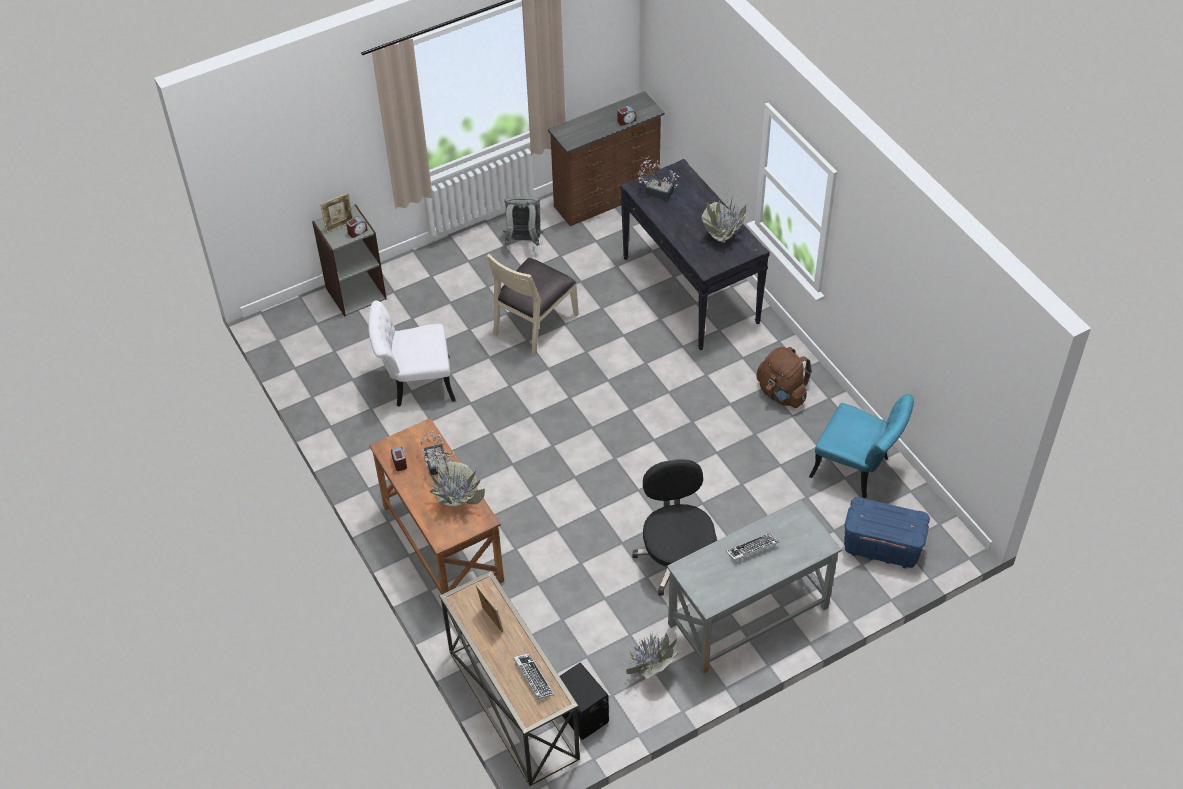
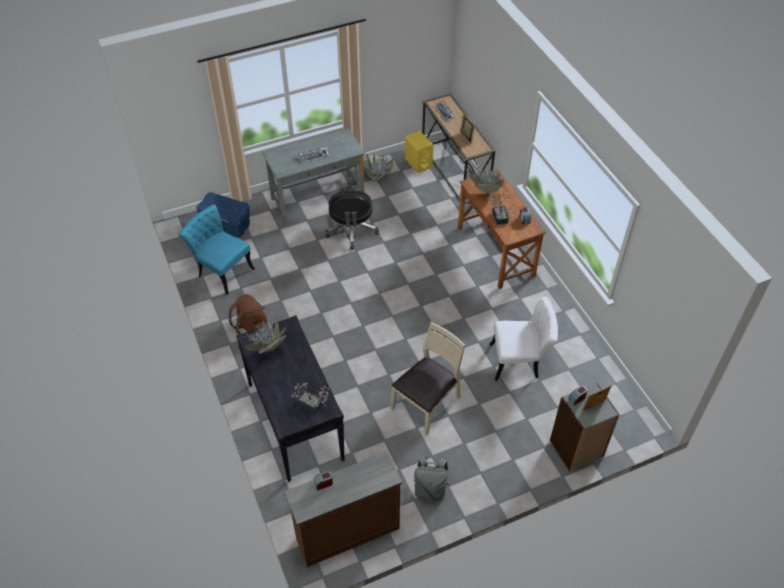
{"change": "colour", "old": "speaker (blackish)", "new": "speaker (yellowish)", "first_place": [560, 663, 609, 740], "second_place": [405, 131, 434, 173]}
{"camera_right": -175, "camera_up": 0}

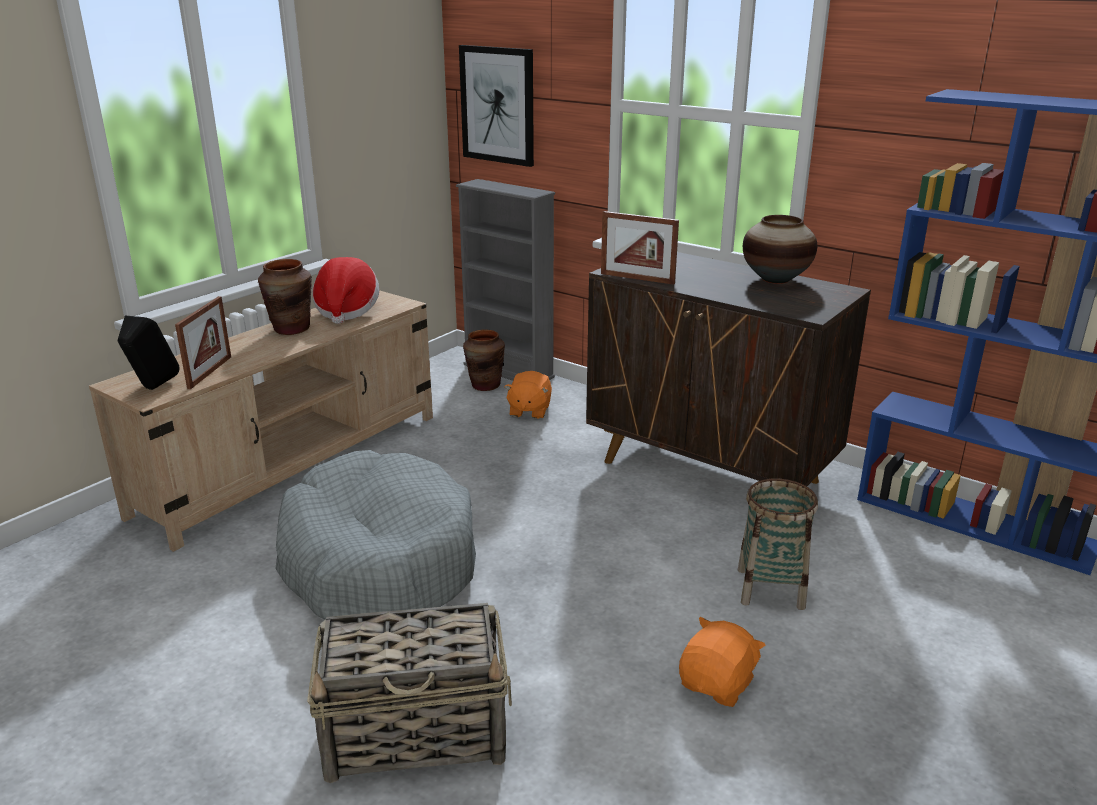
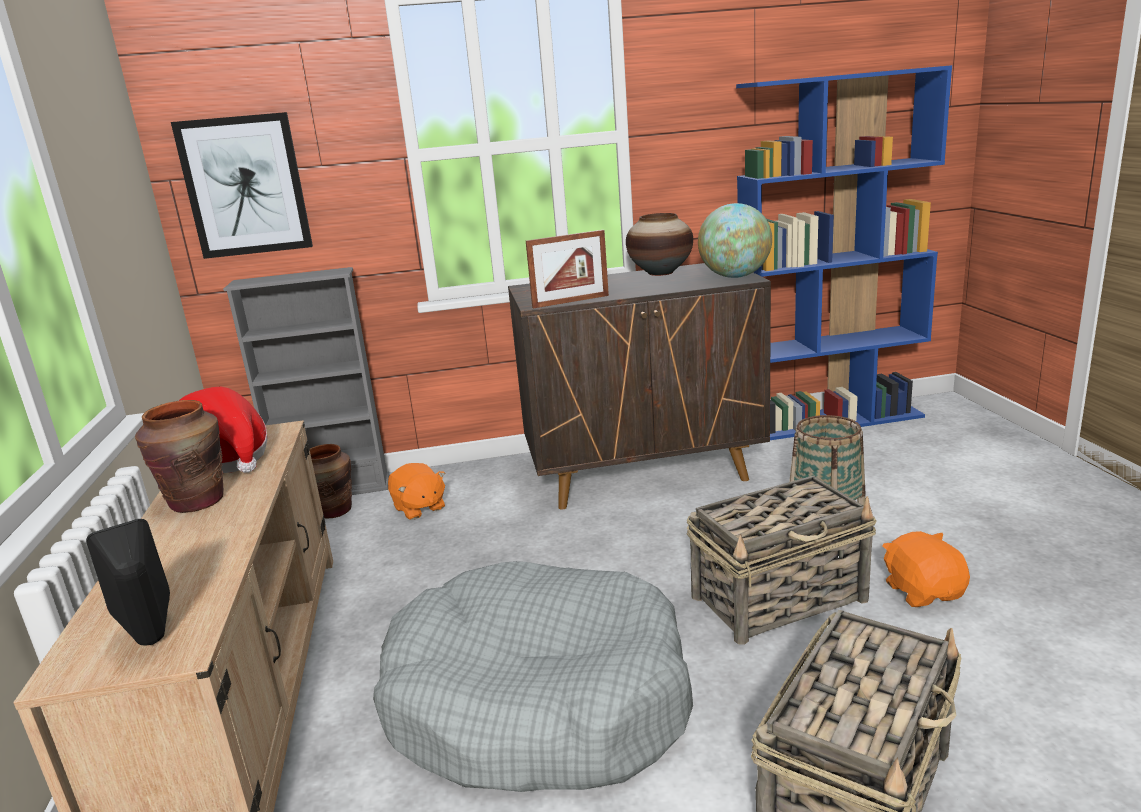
{"change": "missing", "old": "standing frame", "first_place": [175, 296, 231, 389]}
{"change": "appeared", "new": "desk globe", "second_place": [698, 203, 772, 278]}
{"change": "appeared", "new": "basket", "second_place": [687, 475, 876, 645]}
{"camera_right": -45, "camera_up": -5}

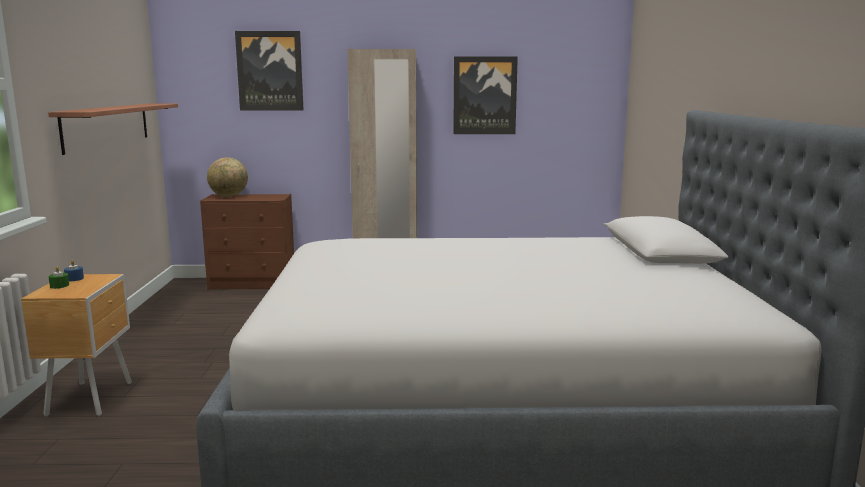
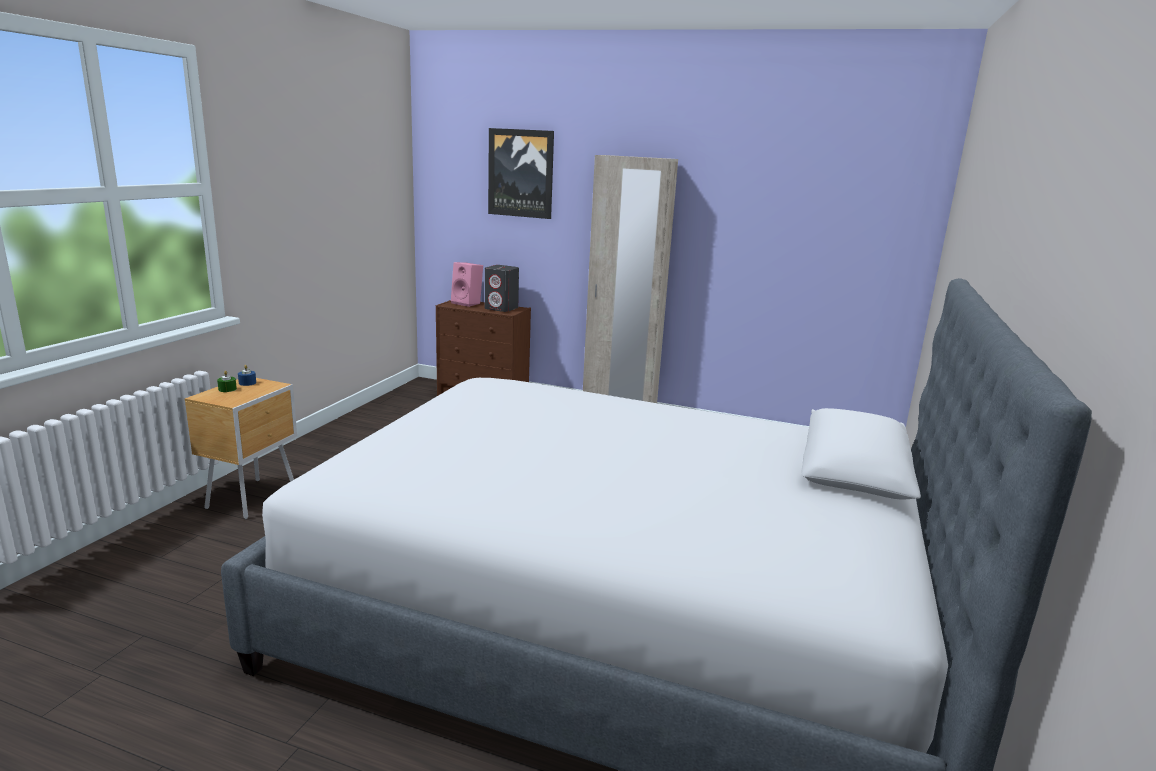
{"change": "missing", "old": "wall art", "first_place": [453, 56, 518, 134]}
{"change": "missing", "old": "shelf", "first_place": [48, 104, 178, 155]}
{"change": "exchanged", "old": "desk globe", "new": "speaker (pink-coloured)", "first_place": [207, 157, 248, 197], "second_place": [451, 262, 483, 307]}
{"change": "appeared", "new": "speaker (gray)", "second_place": [485, 265, 519, 312]}
{"camera_right": 20, "camera_up": 5}

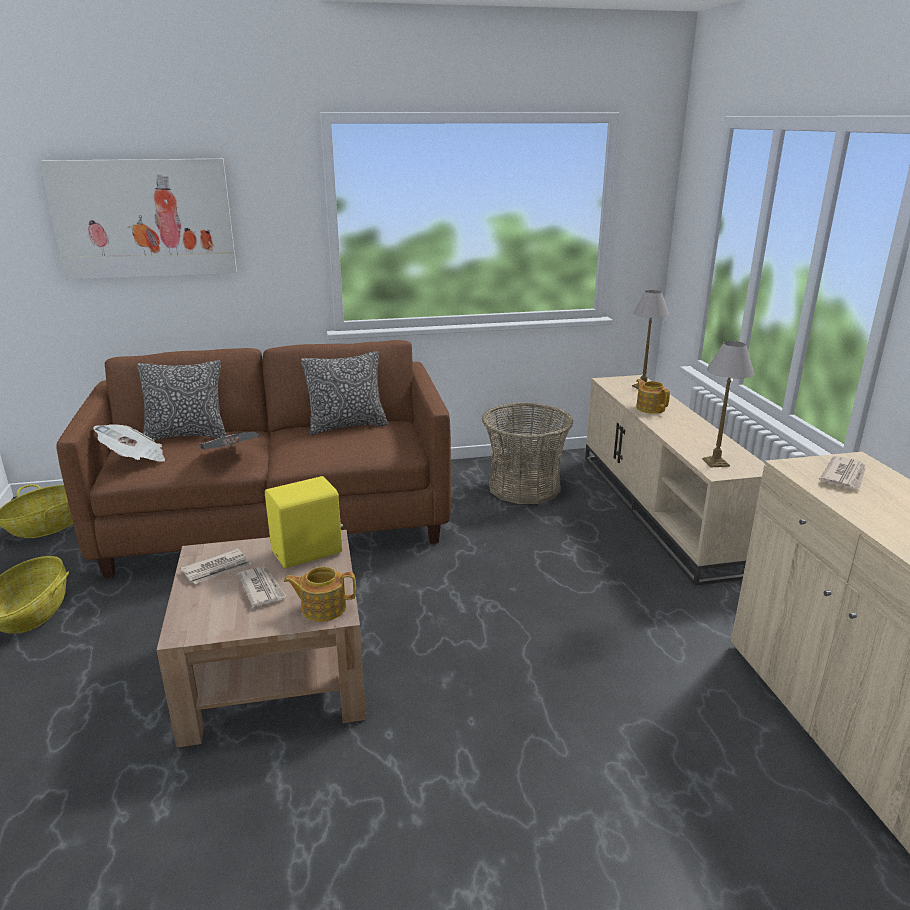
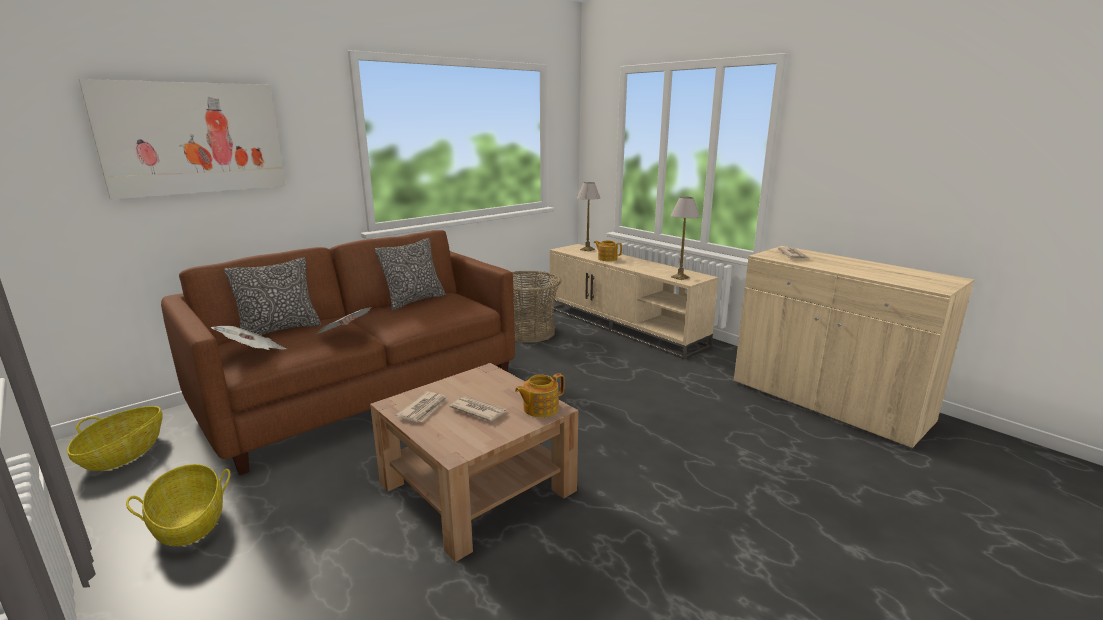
{"change": "missing", "old": "speaker (yellowish)", "first_place": [265, 476, 343, 568]}
{"camera_right": -30, "camera_up": -5}

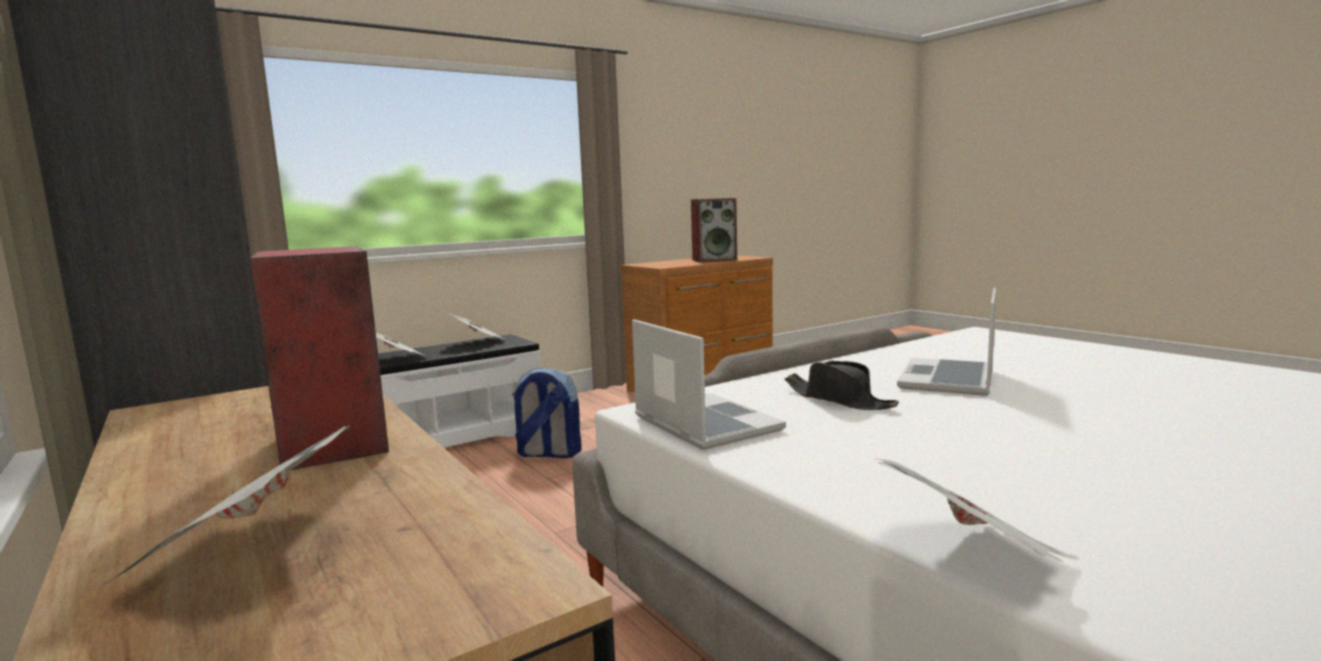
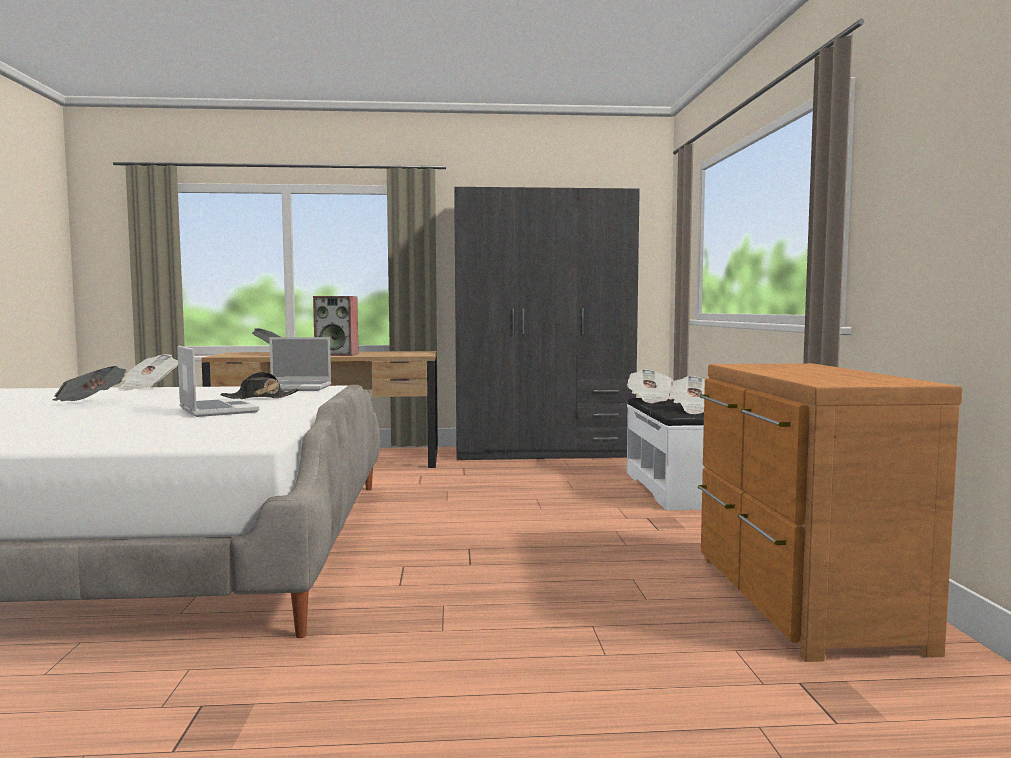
{"change": "missing", "old": "speaker", "first_place": [691, 198, 737, 262]}
{"change": "missing", "old": "backpack", "first_place": [512, 368, 582, 458]}
{"change": "appeared", "new": "printed paper", "second_place": [53, 366, 126, 401]}
{"camera_right": 120, "camera_up": -5}

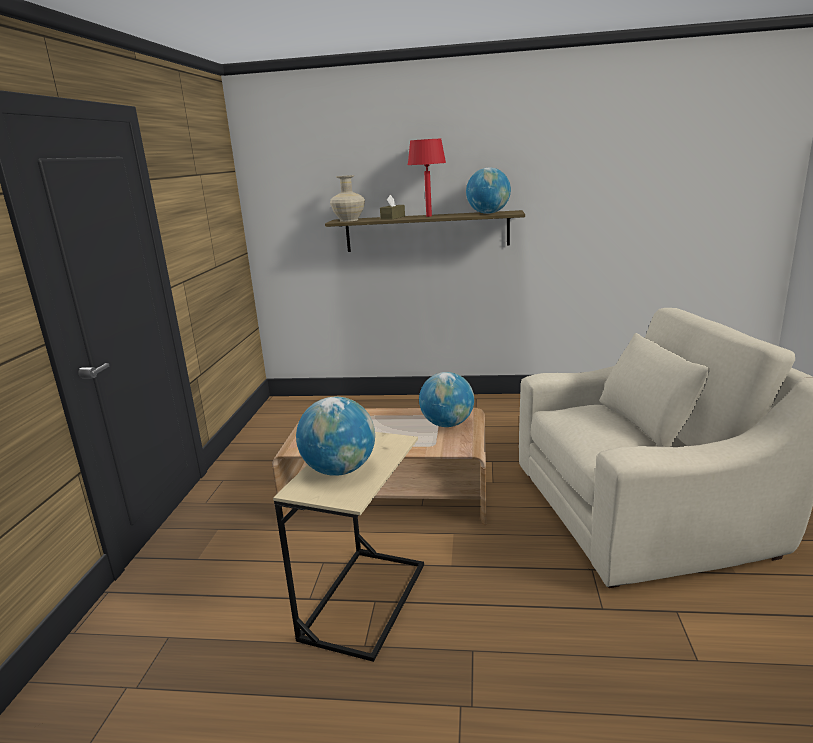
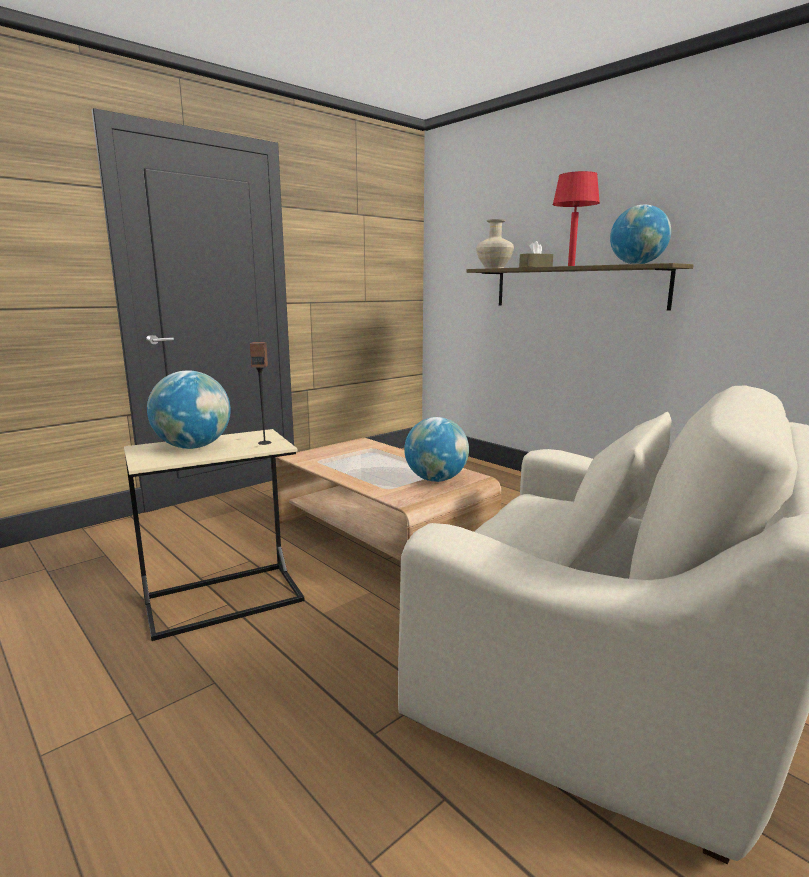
{"change": "appeared", "new": "speaker", "second_place": [250, 342, 271, 445]}
{"camera_right": 40, "camera_up": -5}

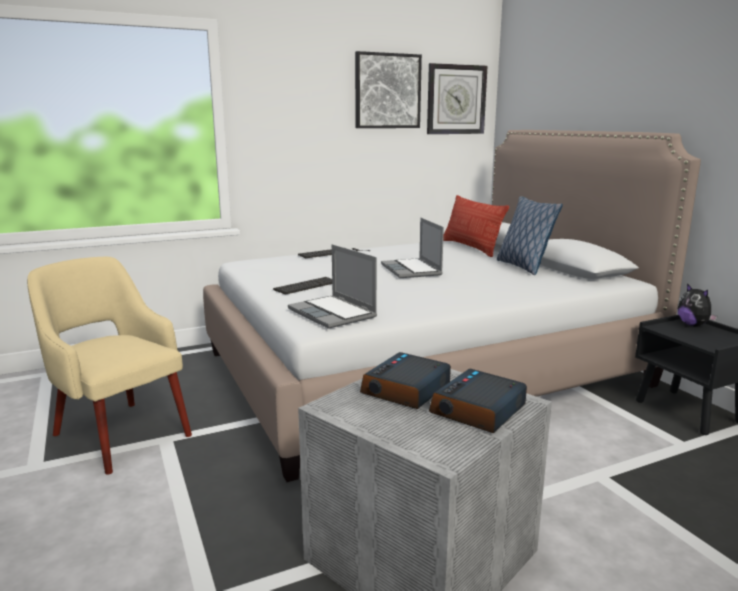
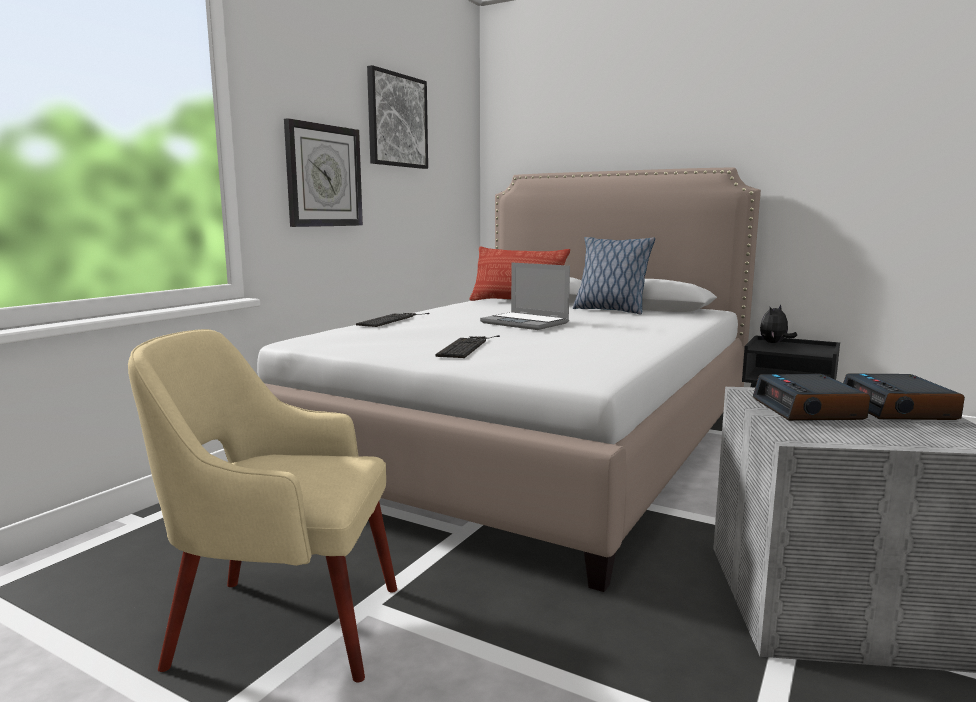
{"change": "relocated", "old": "clock on the wall", "first_place": [427, 63, 488, 134], "second_place": [284, 118, 363, 227]}
{"change": "missing", "old": "portable computer", "first_place": [288, 244, 377, 329]}
{"change": "spun", "old": "soft toy", "first_place": [678, 283, 718, 326], "second_place": [760, 304, 797, 343], "degrees": 105}
{"camera_right": -35, "camera_up": -5}

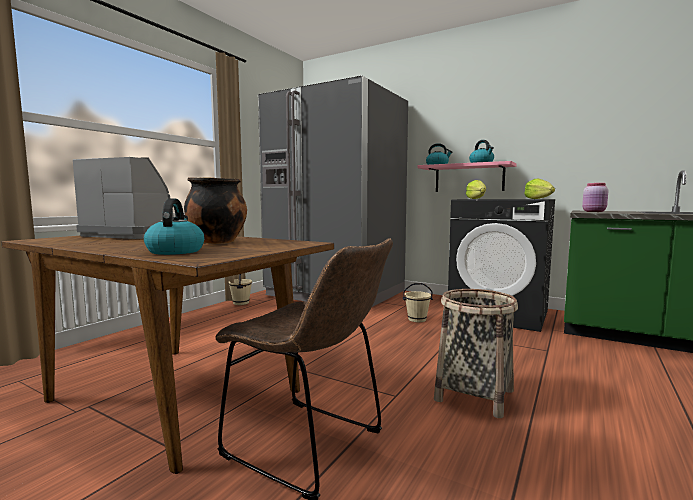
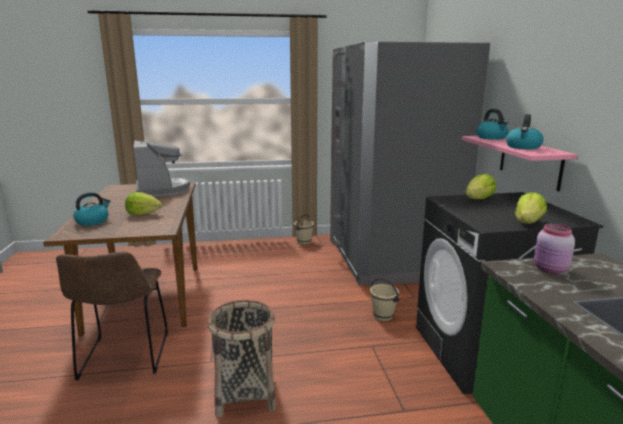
{"change": "exchanged", "old": "stockpot", "new": "lettuce", "first_place": [184, 177, 247, 244], "second_place": [125, 192, 162, 215]}
{"camera_right": 50, "camera_up": 10}

